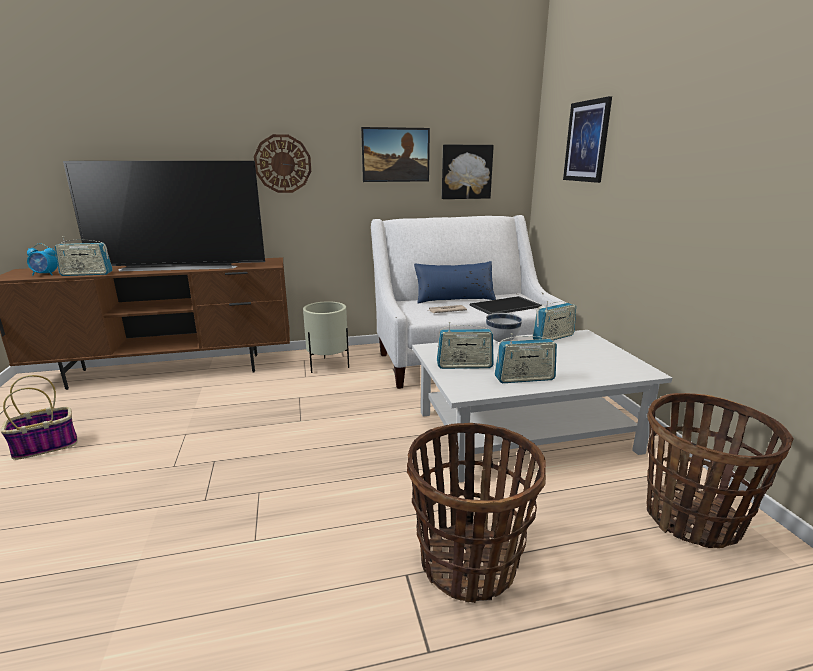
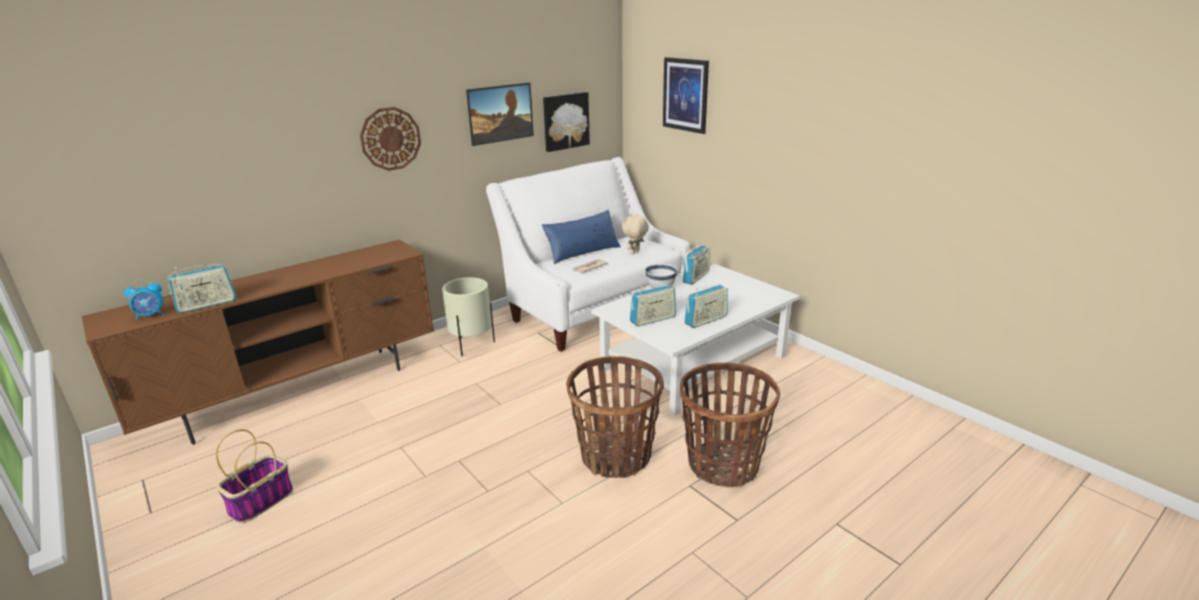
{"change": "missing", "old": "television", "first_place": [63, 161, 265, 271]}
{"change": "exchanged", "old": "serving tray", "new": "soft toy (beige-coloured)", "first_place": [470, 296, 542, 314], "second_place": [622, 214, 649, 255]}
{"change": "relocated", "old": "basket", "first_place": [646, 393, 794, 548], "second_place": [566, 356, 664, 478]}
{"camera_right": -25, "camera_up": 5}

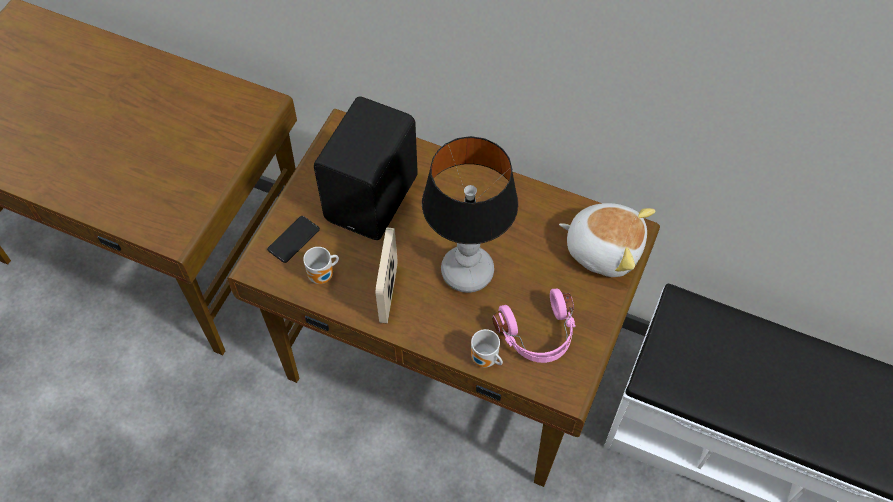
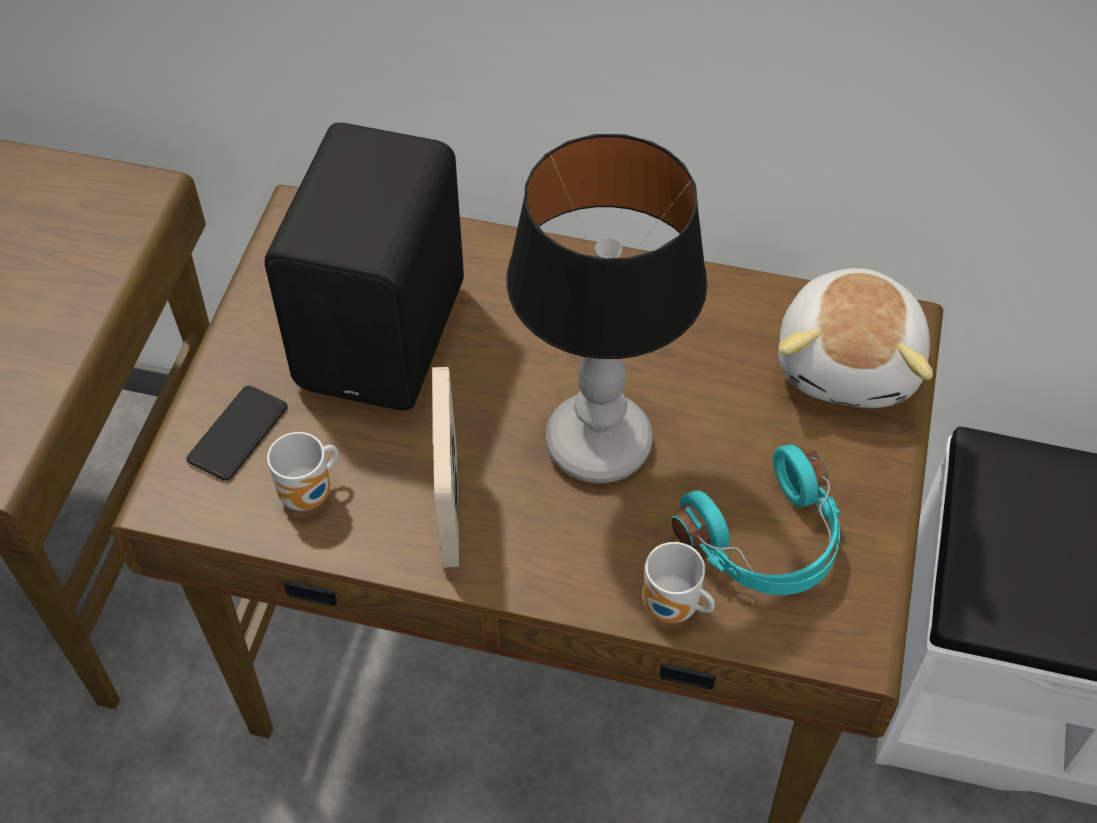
{"change": "spun", "old": "soft toy", "first_place": [559, 203, 655, 277], "second_place": [778, 268, 933, 408], "degrees": 90}
{"change": "colour", "old": "headphones (pink-coloured)", "new": "headphones (blue-green)", "first_place": [492, 289, 576, 363], "second_place": [671, 444, 841, 595]}
{"camera_right": -10, "camera_up": -5}

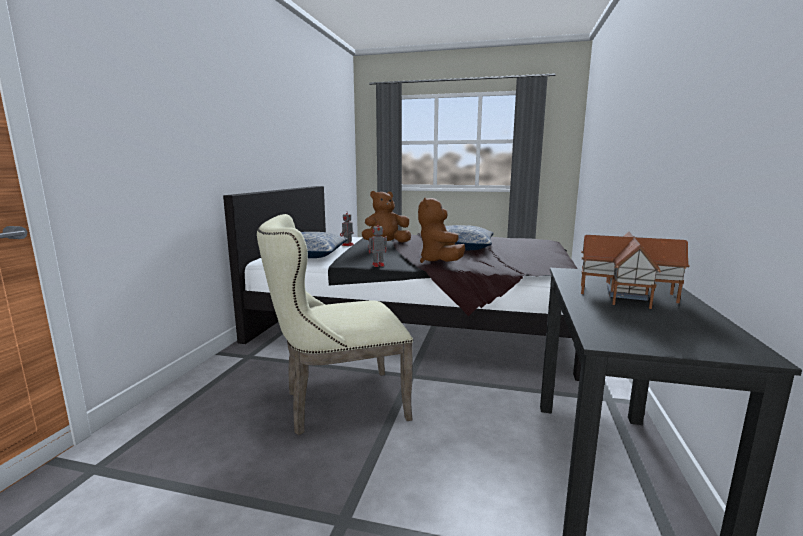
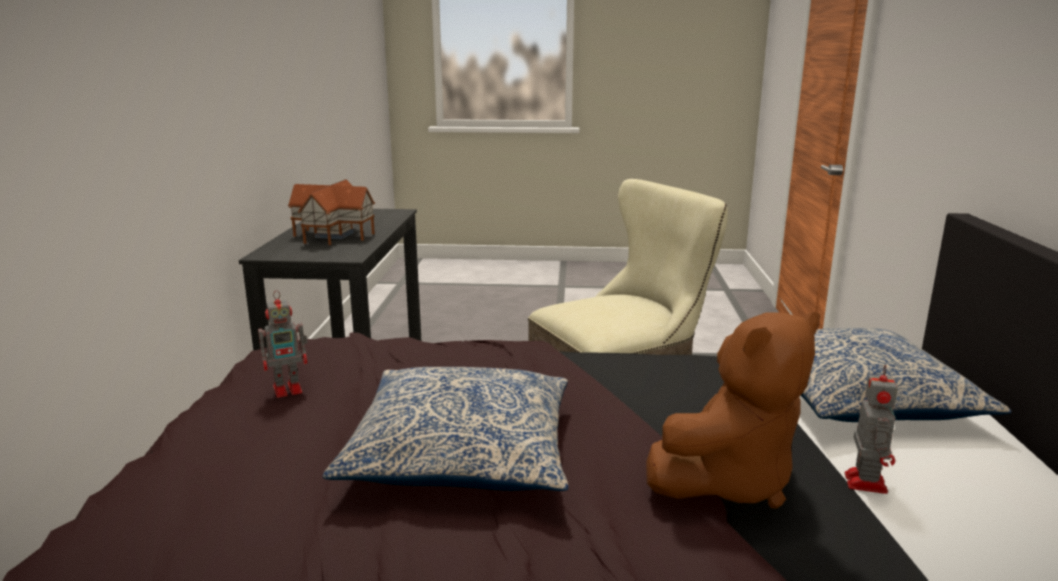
{"change": "missing", "old": "soft toy (brown)", "first_place": [418, 198, 465, 263]}
{"change": "relocated", "old": "robot figure", "first_place": [368, 221, 387, 267], "second_place": [258, 290, 308, 398]}
{"camera_right": 170, "camera_up": 5}

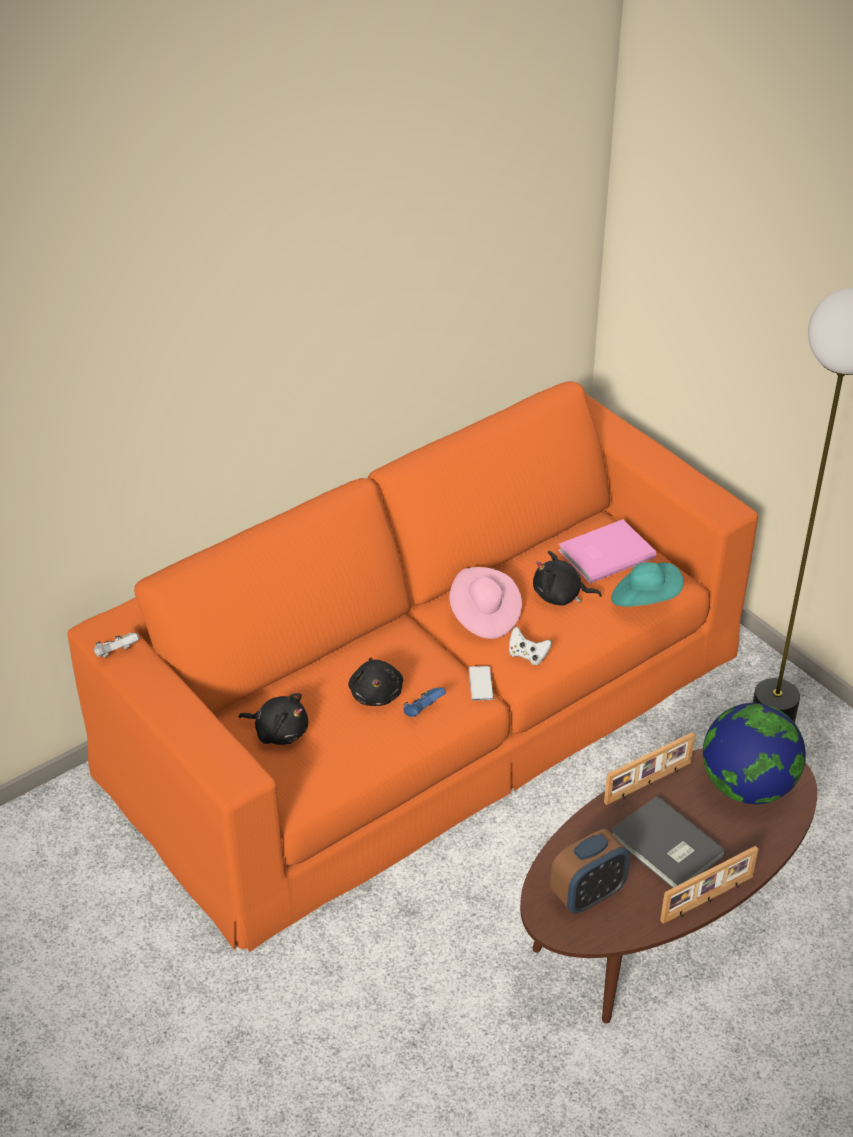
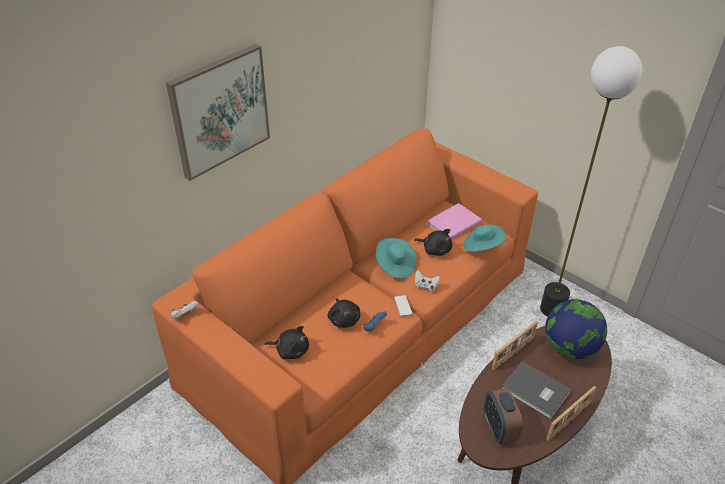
{"change": "spun", "old": "soft toy (blackish)", "first_place": [533, 551, 602, 606], "second_place": [414, 229, 452, 256], "degrees": -150}
{"change": "colour", "old": "clothing hat (pink-coloured)", "new": "clothing hat (blue-green)", "first_place": [449, 567, 522, 639], "second_place": [376, 238, 417, 279]}
{"change": "spun", "old": "table clock", "first_place": [550, 829, 630, 914], "second_place": [484, 388, 523, 444], "degrees": 120}
{"change": "appeared", "new": "wall art", "second_place": [166, 44, 270, 181]}
{"camera_right": -10, "camera_up": 0}

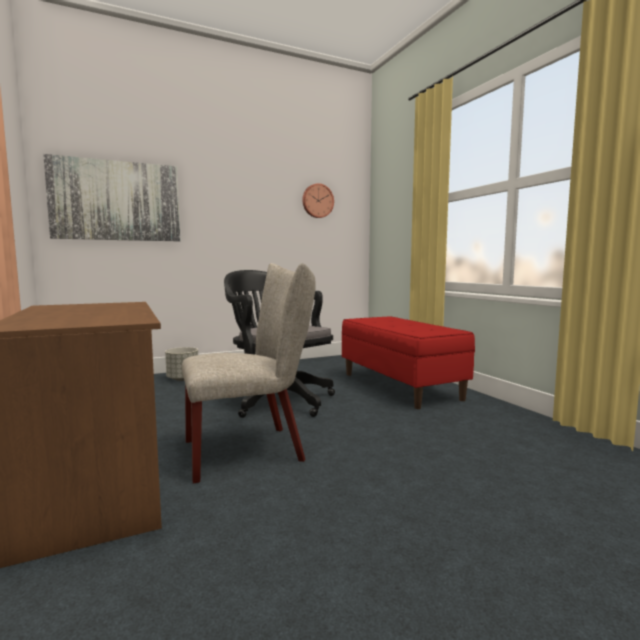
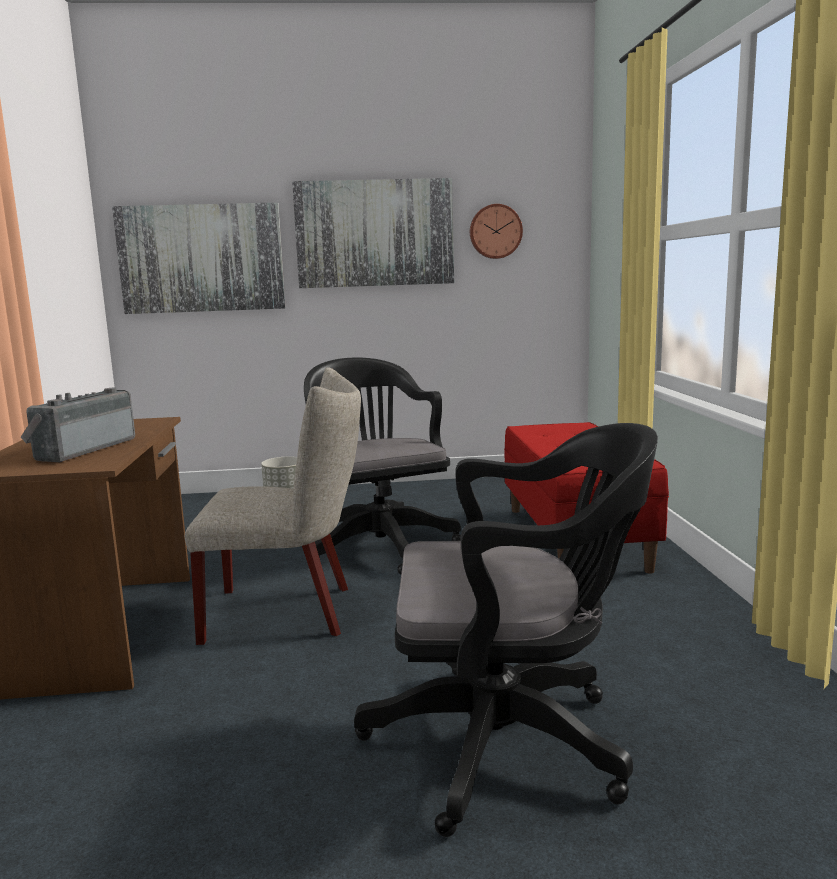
{"change": "appeared", "new": "wall art", "second_place": [292, 178, 454, 288]}
{"change": "appeared", "new": "radio set", "second_place": [21, 388, 135, 462]}
{"change": "appeared", "new": "office chair (blackish)", "second_place": [354, 423, 658, 837]}
{"camera_right": 20, "camera_up": 5}

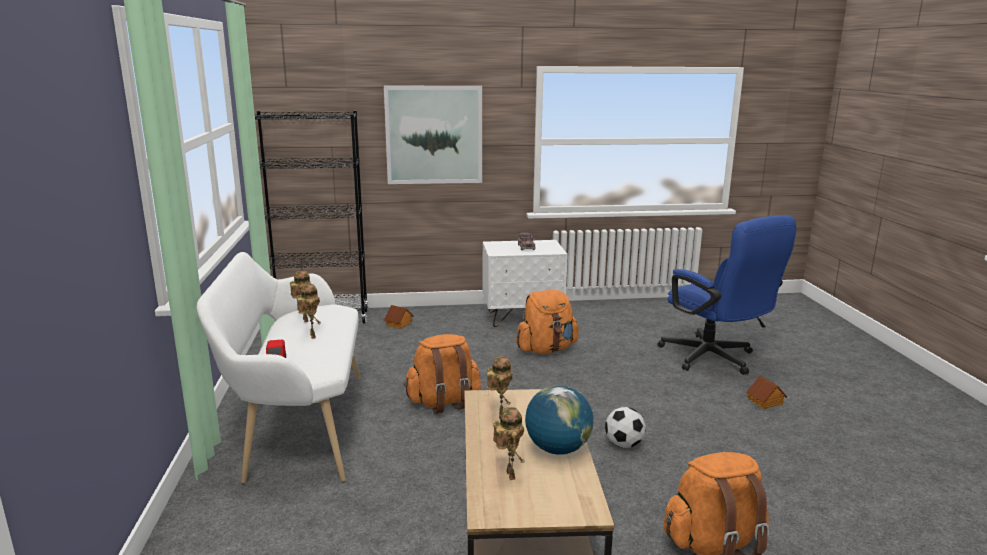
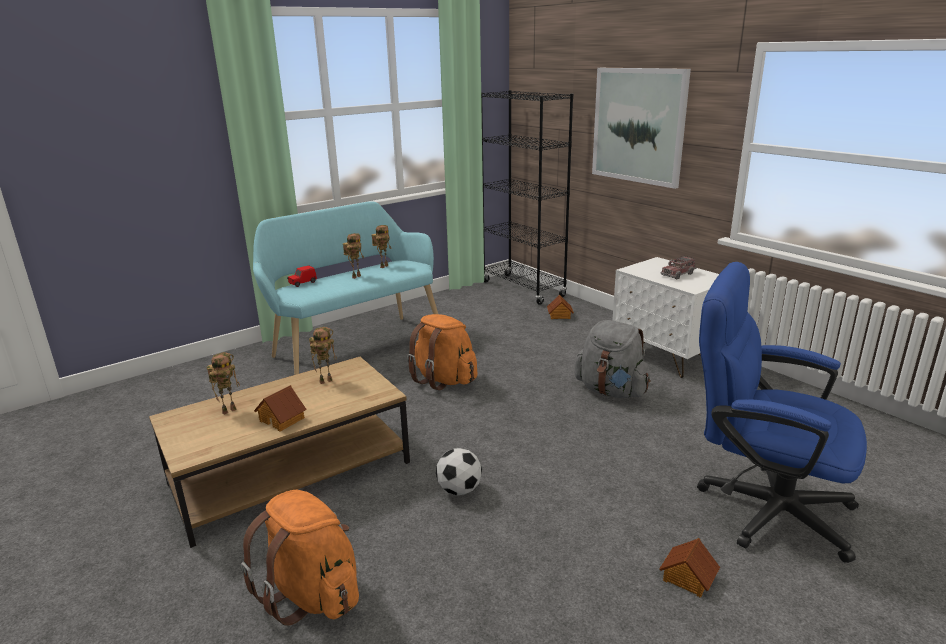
{"change": "spun", "old": "office chair (blue-coloured)", "first_place": [658, 215, 797, 375], "second_place": [697, 262, 867, 563], "degrees": 90}
{"change": "colour", "old": "long seat (white)", "new": "long seat (blue-green)", "first_place": [197, 252, 360, 484], "second_place": [253, 201, 438, 375]}
{"change": "colour", "old": "backpack (orange-coloured)", "new": "backpack (gray)", "first_place": [516, 290, 578, 354], "second_place": [575, 320, 651, 398]}
{"change": "exchanged", "old": "desk globe", "new": "miniature house", "first_place": [525, 385, 593, 455], "second_place": [254, 385, 307, 431]}
{"camera_right": 60, "camera_up": 5}

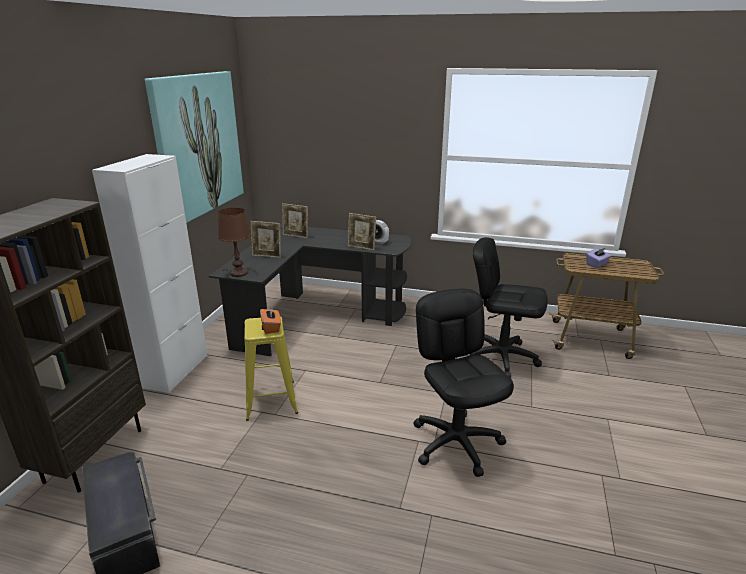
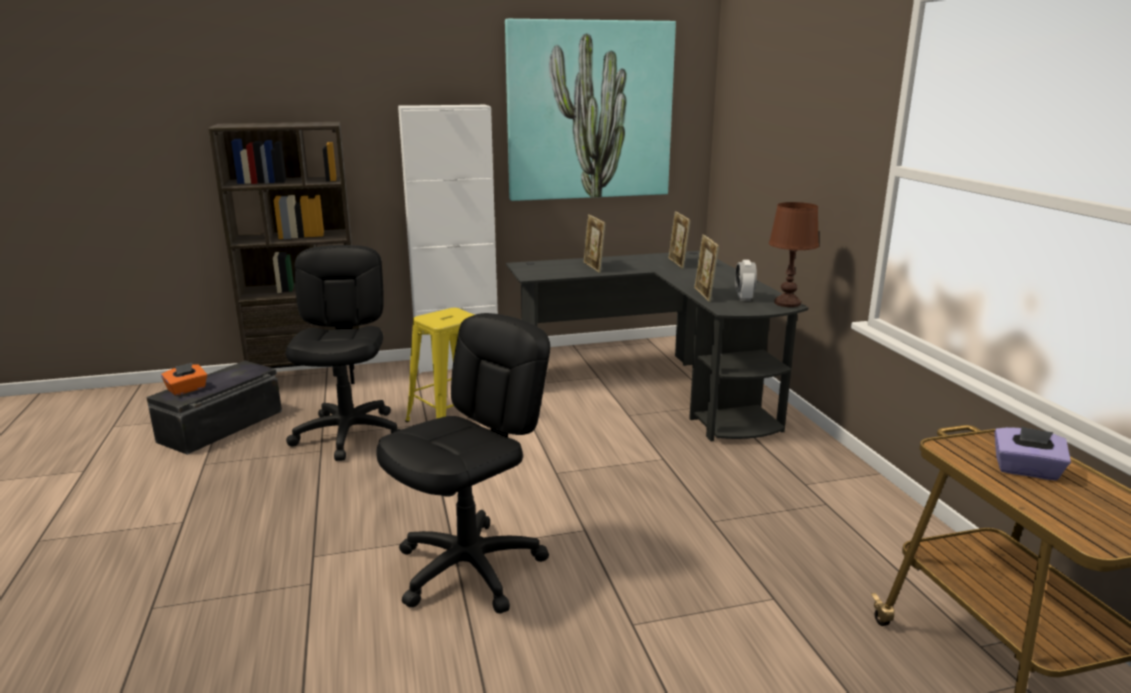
{"change": "relocated", "old": "tabletop lamp (brown)", "first_place": [218, 208, 251, 277], "second_place": [769, 202, 819, 307]}
{"change": "relocated", "old": "office chair (blackish)", "first_place": [470, 237, 548, 378], "second_place": [286, 245, 401, 461]}
{"change": "relocated", "old": "box of tissues (orange-coloured)", "first_place": [260, 305, 281, 334], "second_place": [161, 363, 207, 396]}
{"camera_right": 60, "camera_up": -5}

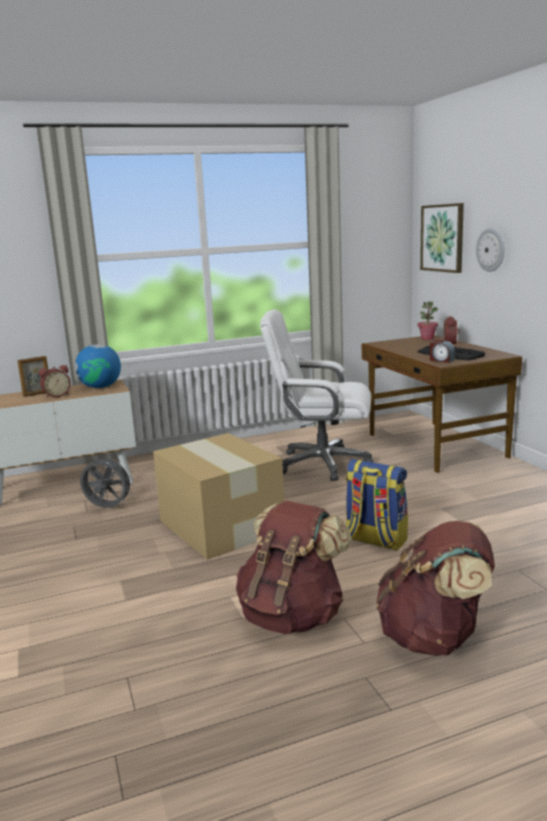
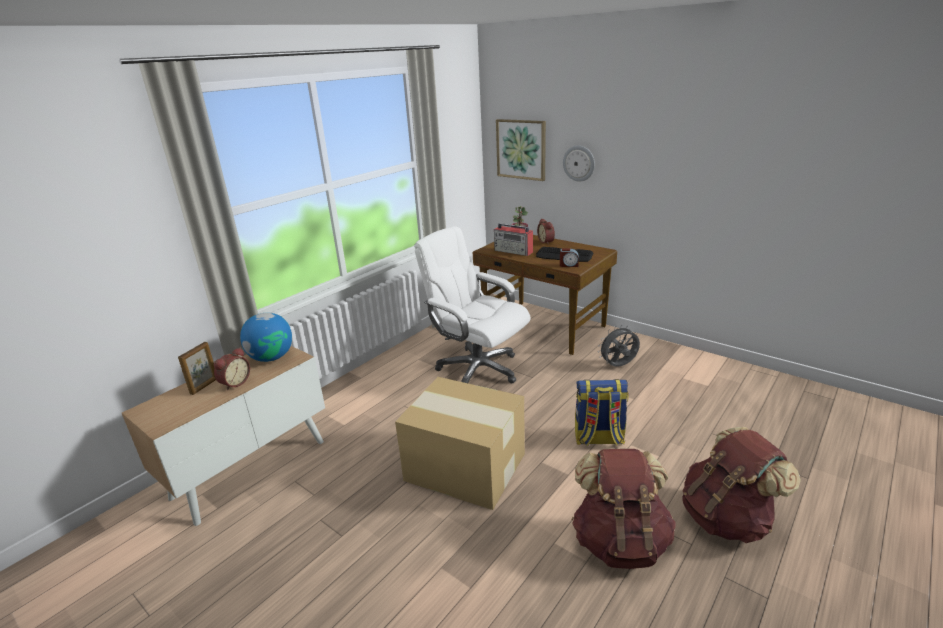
{"change": "spun", "old": "office chair (white)", "first_place": [260, 309, 374, 481], "second_place": [414, 226, 530, 383], "degrees": 60}
{"change": "relocated", "old": "cooling fan (gray)", "first_place": [80, 455, 134, 508], "second_place": [598, 325, 640, 366]}
{"change": "appeared", "new": "radio set", "second_place": [494, 223, 533, 256]}
{"camera_right": -30, "camera_up": 10}

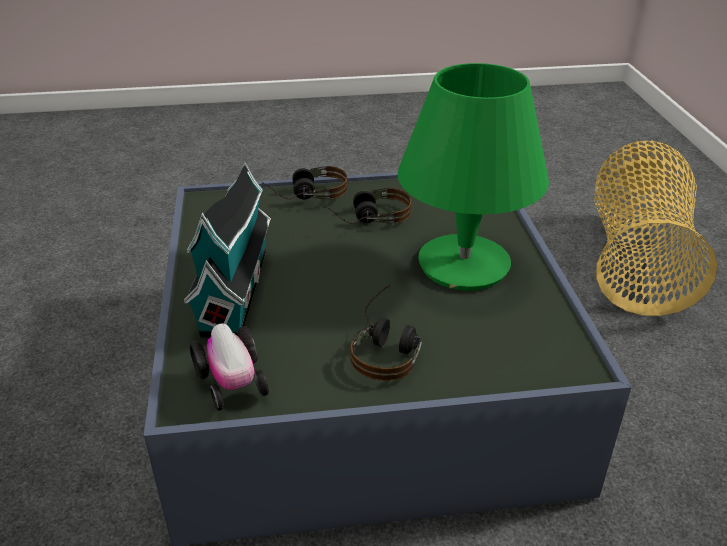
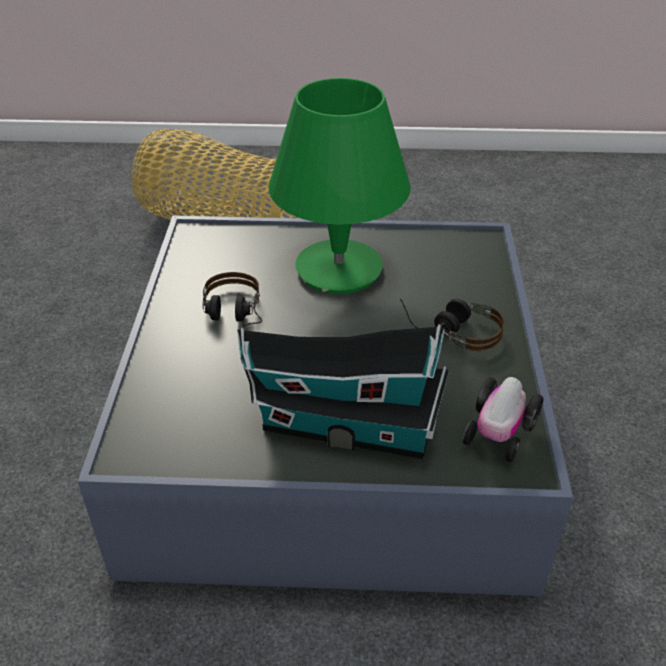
{"change": "missing", "old": "headphones", "first_place": [262, 166, 348, 199]}
{"change": "spun", "old": "model car", "first_place": [189, 323, 269, 411], "second_place": [463, 377, 544, 462], "degrees": 135}
{"camera_right": -80, "camera_up": 5}

